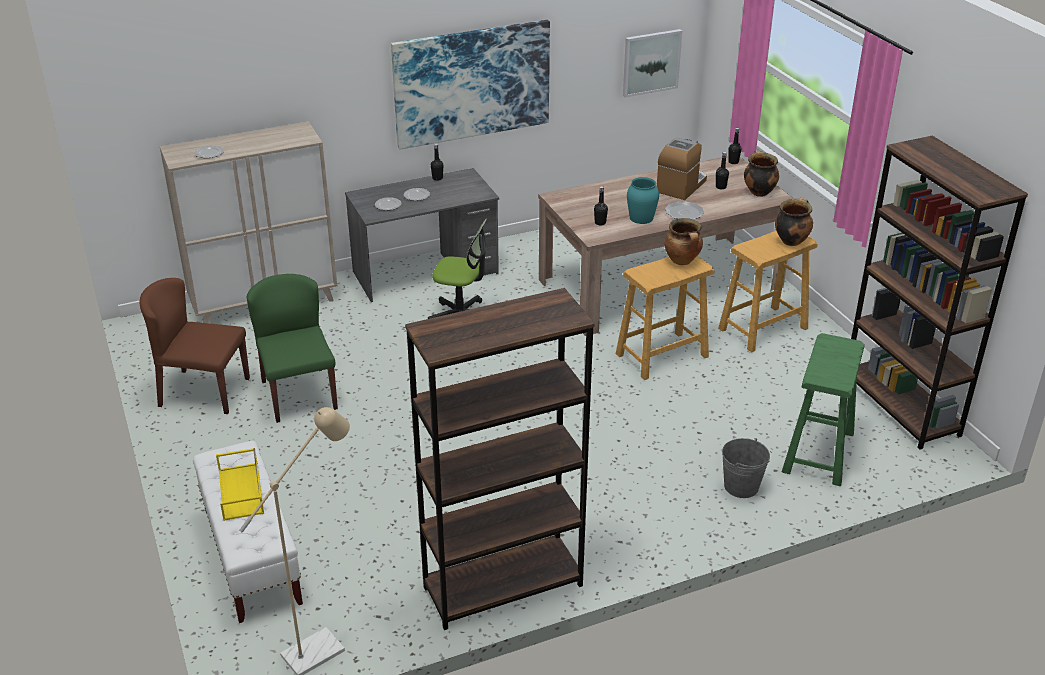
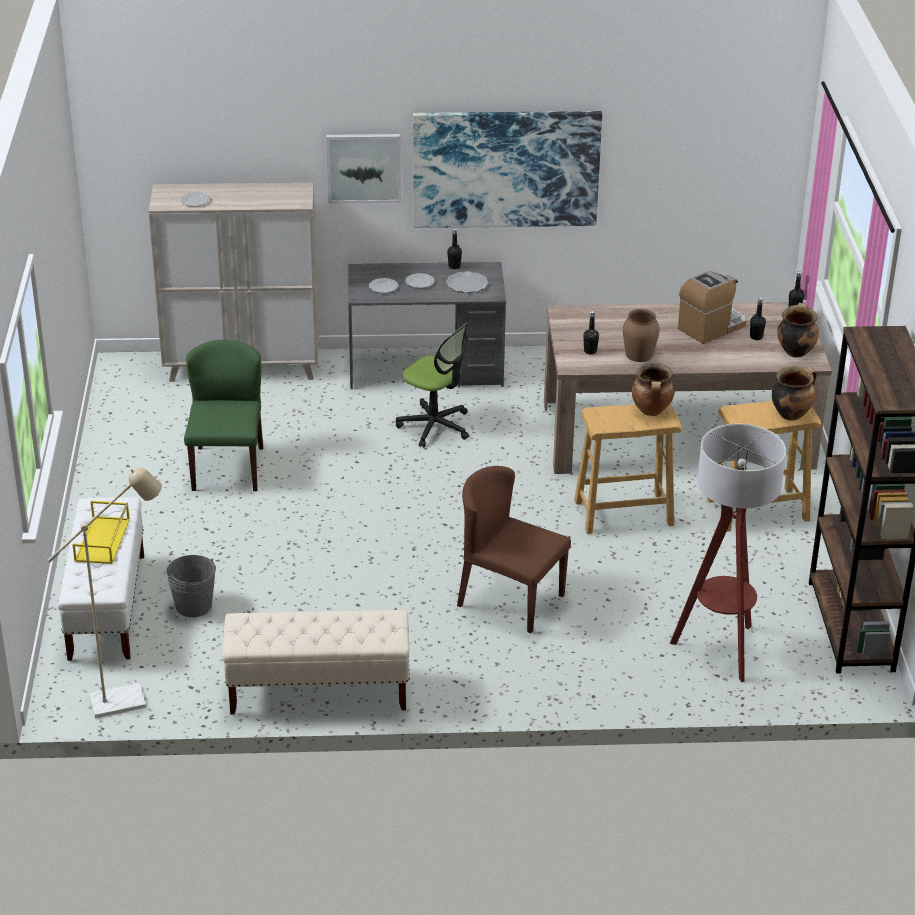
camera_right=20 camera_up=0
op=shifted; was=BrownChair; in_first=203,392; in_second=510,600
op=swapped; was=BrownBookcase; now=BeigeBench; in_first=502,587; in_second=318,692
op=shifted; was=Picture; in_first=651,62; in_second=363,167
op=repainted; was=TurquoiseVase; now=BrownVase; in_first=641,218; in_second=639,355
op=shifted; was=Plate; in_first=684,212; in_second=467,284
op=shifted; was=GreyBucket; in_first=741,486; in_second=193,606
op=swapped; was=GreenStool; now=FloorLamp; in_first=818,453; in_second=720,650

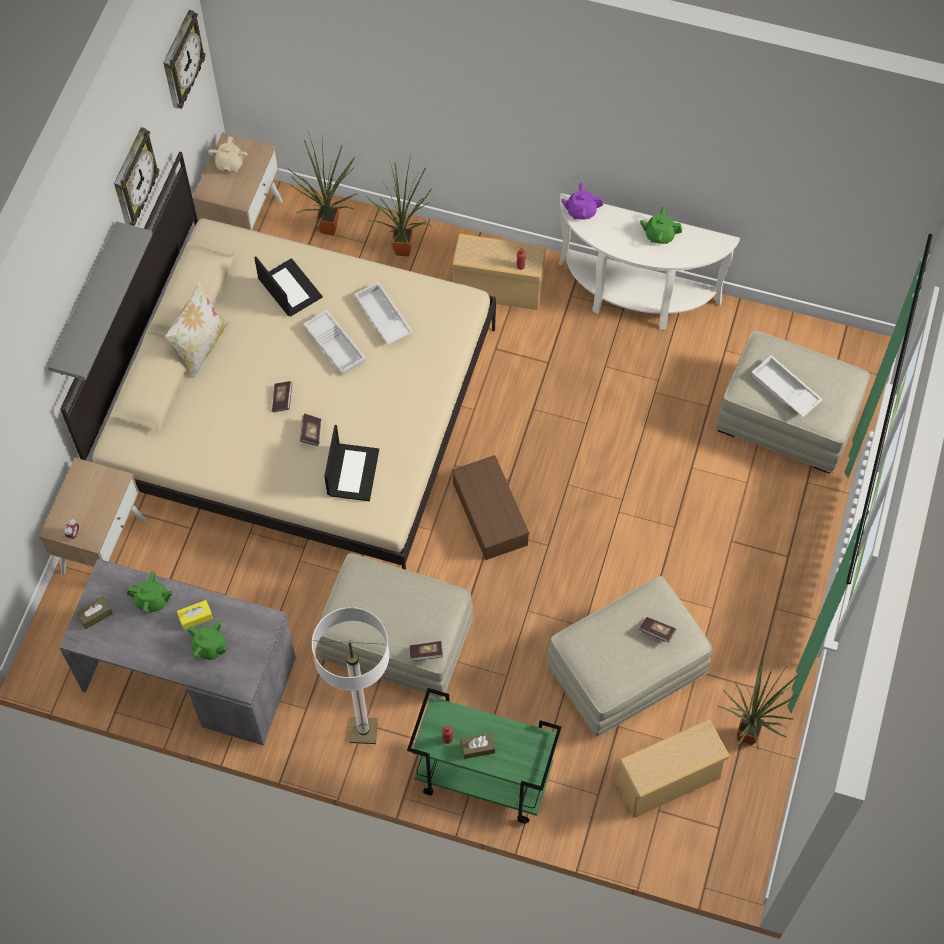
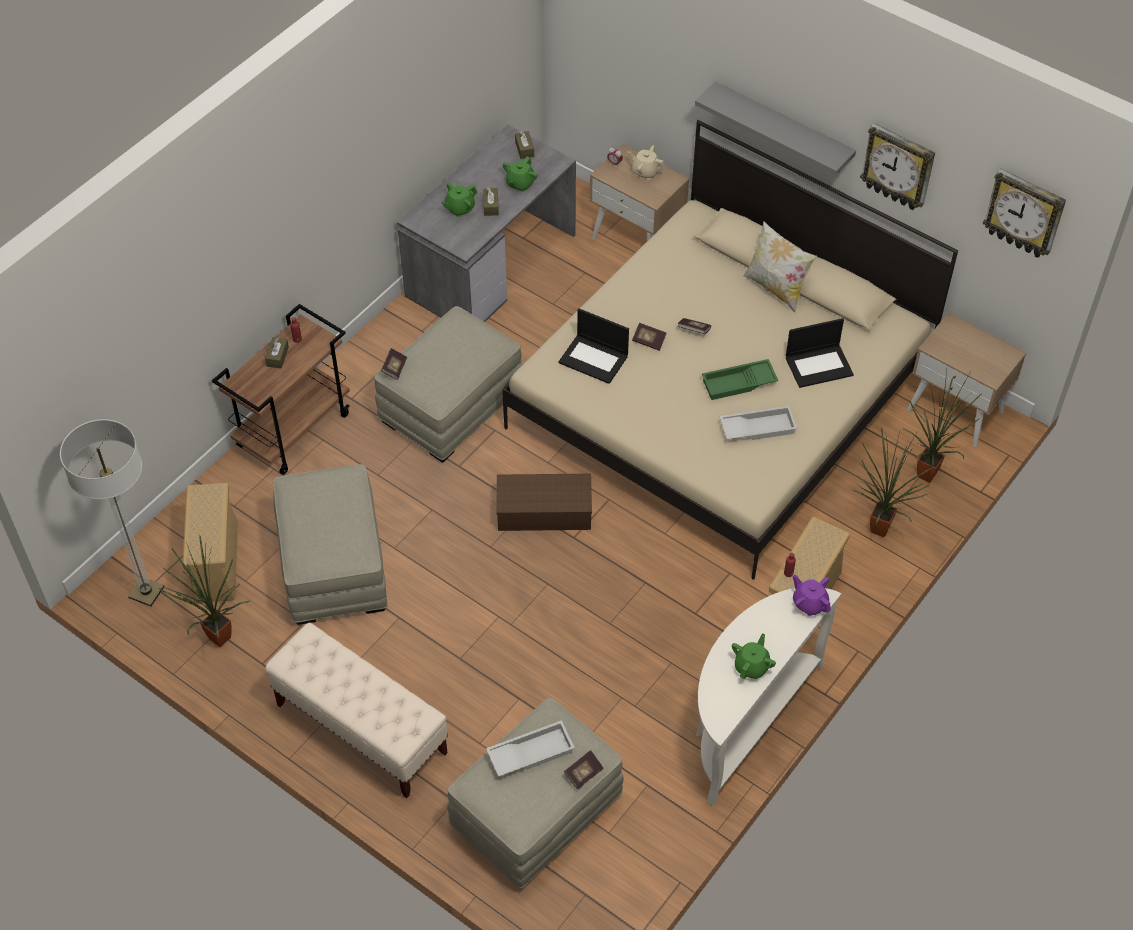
camera_right=110 camera_up=-10
op=repainted; was=YellowTissueBox; now=BrownTissueBox; in_first=195,617; in_second=491,206
op=shifted; was=BeigeTeapot; in_first=229,164; in_second=645,171
op=repainted; was=WhiteTray; now=GreenTray; in_first=336,345; in_second=738,384
op=shifted; was=FloorLamp; in_first=363,731; in_second=146,592
op=repainted; was=GreenCart; now=BrownCart; in_first=482,779; in_second=294,429
op=rotated; was=PurpleTeapot; in_first=581,211; in_second=809,603; clockwise=-60
op=shifted; was=Book; in_first=656,632; in_second=583,773
op=new; now=BeigeBench; in_second=361,729

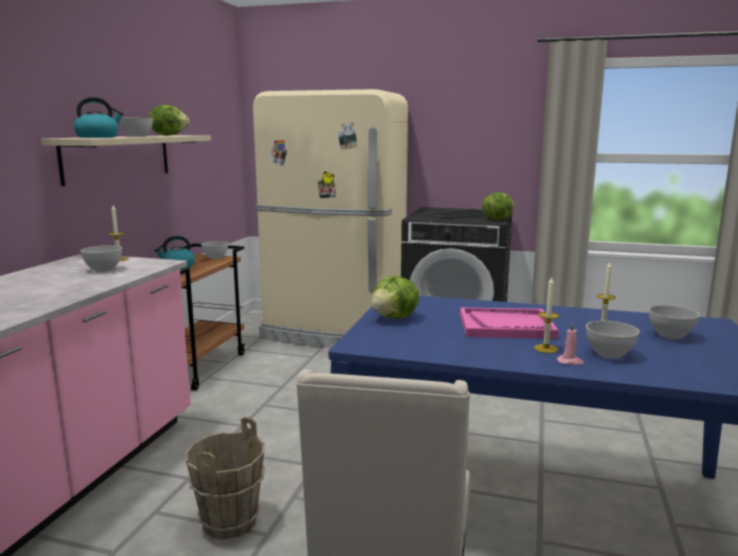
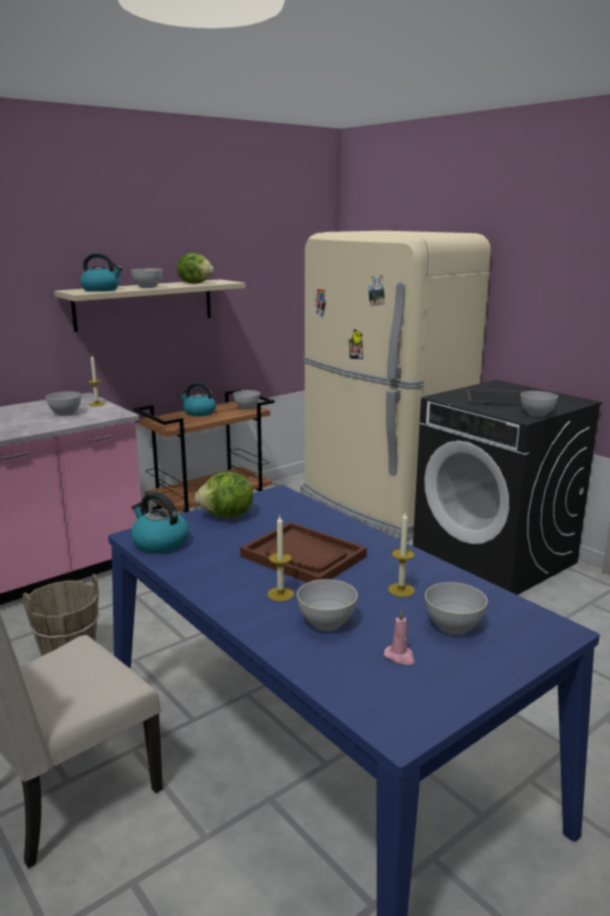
camera_right=35 camera_up=5
op=repainted; was=PinkTray; now=BrownTray; in_first=506,326; in_second=303,556
op=swapped; was=Lettuce; now=GreyBowl; in_first=496,219; in_second=537,414
op=shifted; was=PinkCandle; in_first=570,362; in_second=400,657
op=new; now=Kettle; in_second=159,543

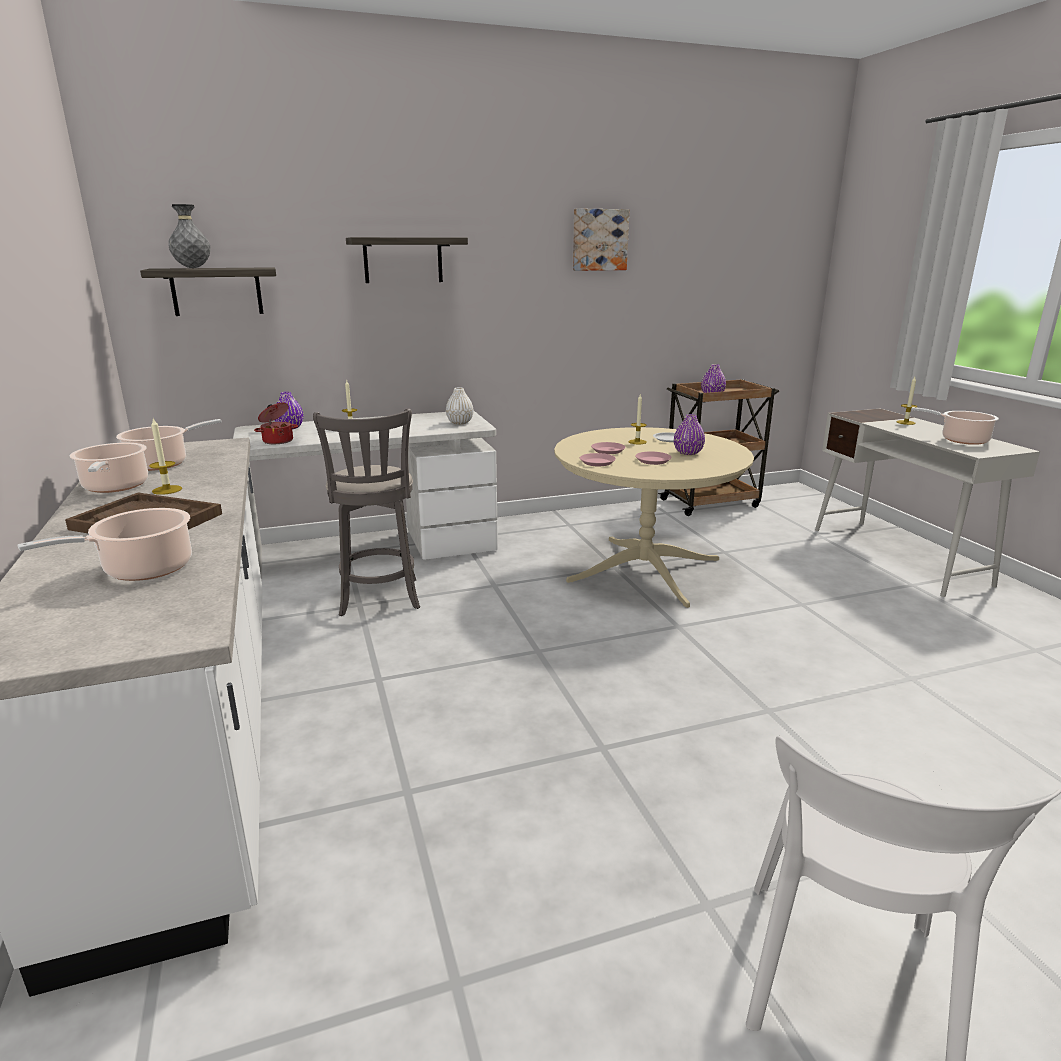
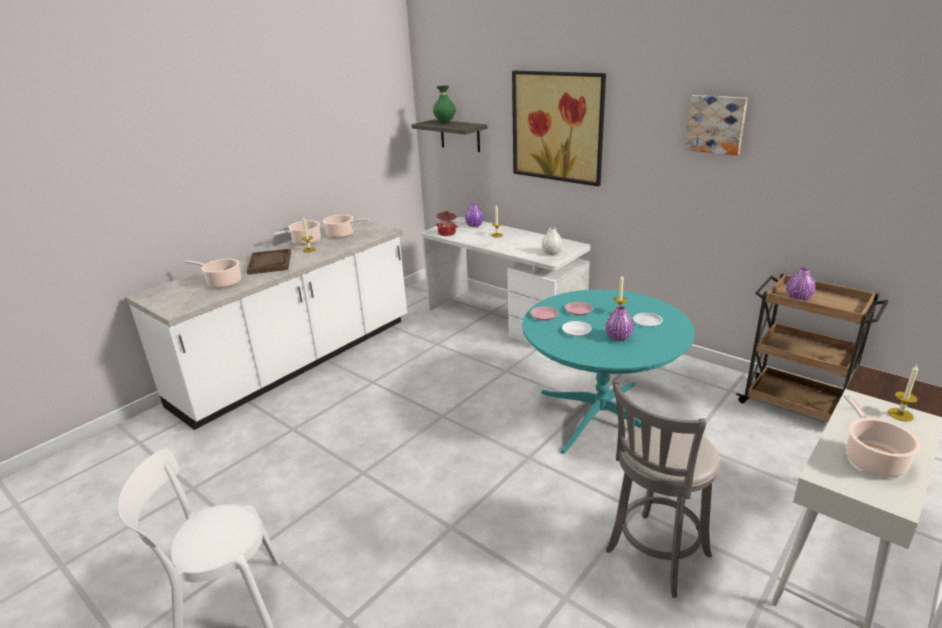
camera_right=60 camera_up=5
op=repainted; was=GreyVase; now=GreenVase; in_first=192,268; in_second=444,122
op=shifted; was=GreyStool; in_first=379,599; in_second=654,556
op=swapped; was=Shelf; now=Picture; in_first=403,260; in_second=557,127
op=repainted; was=BeigeDiningTable; now=TurquoiseDiningTable; in_first=644,570; in_second=600,416
op=repainted; was=PinkPlate; now=WhitePlate; in_first=653,460; in_second=576,331

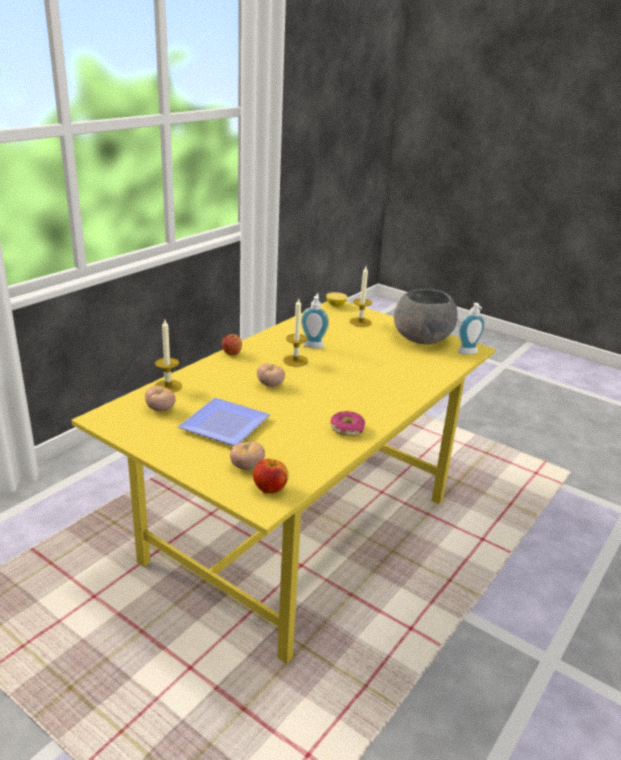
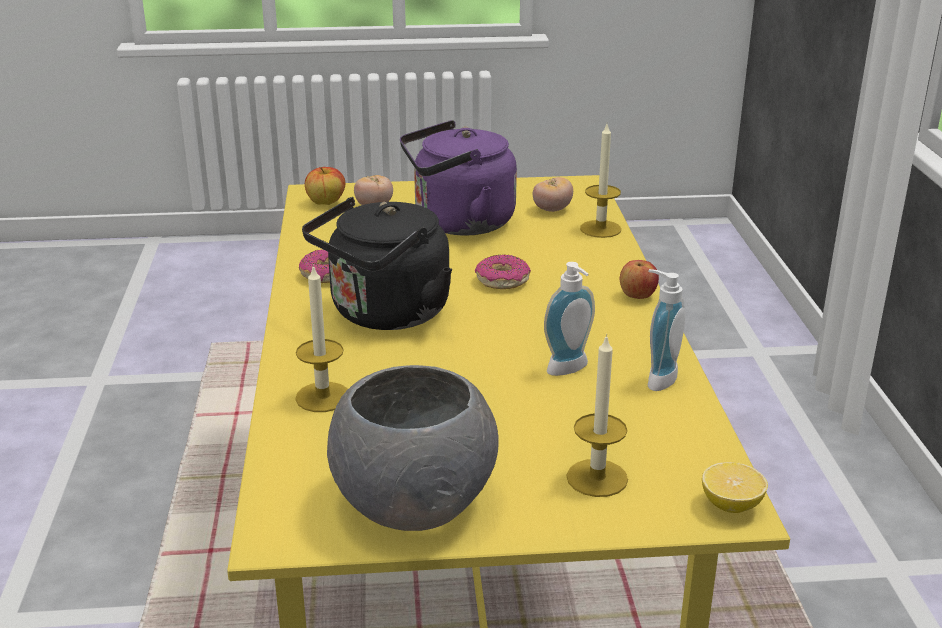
camera_right=140 camera_up=0
op=swapped; was=Plate; now=PurpleKettle; in_first=225,426; in_second=458,223
op=swapped; was=Tomato; now=Donut; in_first=270,385; in_second=502,281
op=shifted; was=Candle; in_first=295,360; in_second=323,397
op=shifted; was=SoapDispenser; in_first=468,353; in_second=657,378
op=new; now=BlackKettle; in_second=385,314

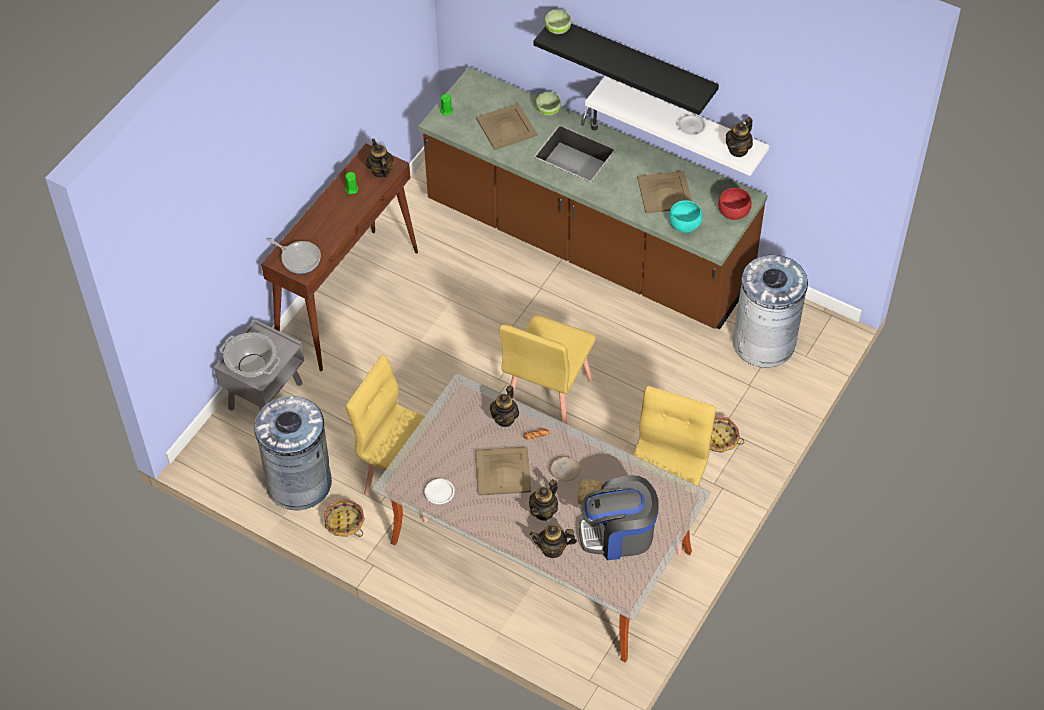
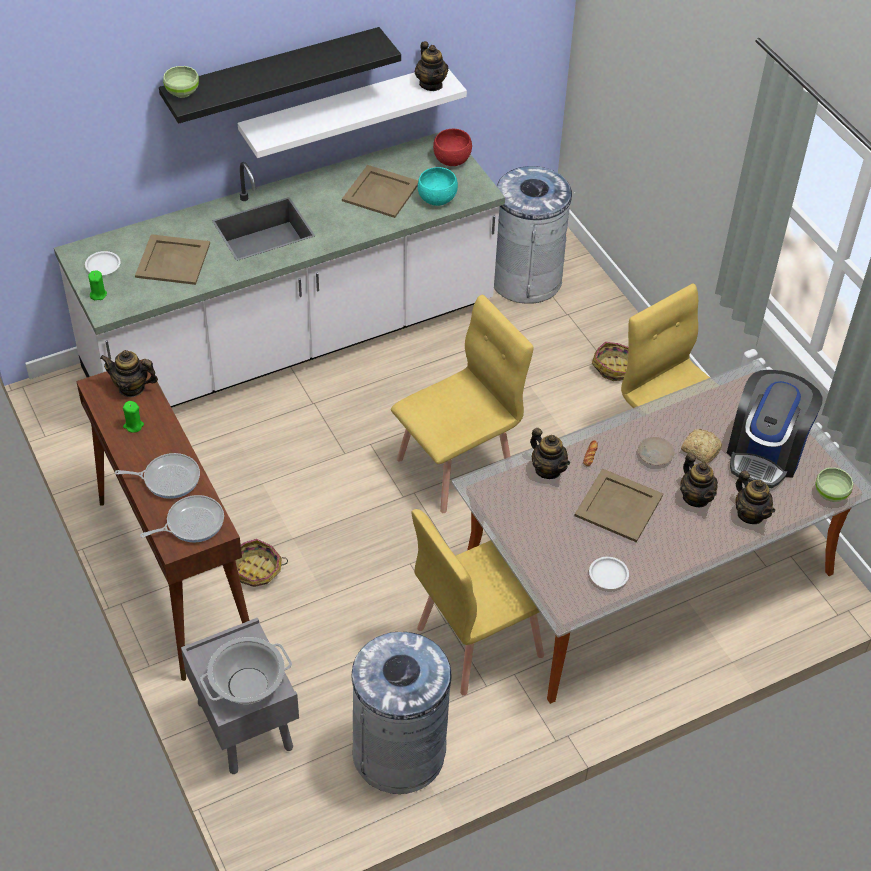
camera_right=-60 camera_up=-5
op=shifted; was=Basket; in_first=345,523; in_second=257,570
op=repainted; was=BrownCounter; now=WhiteCounter; in_first=587,244; in_second=291,339
op=rotated; was=YellowChair; in_first=547,395; in_second=456,467; clockwise=-90
op=rotated; was=Teapot; in_first=552,549; in_second=750,514; clockwise=-60
op=shifted; was=GreenBowl; in_first=547,111; in_second=830,494
op=shifted; was=WhitePlate; in_first=691,127; in_second=103,265
op=new; now=FryingPan; in_second=168,478

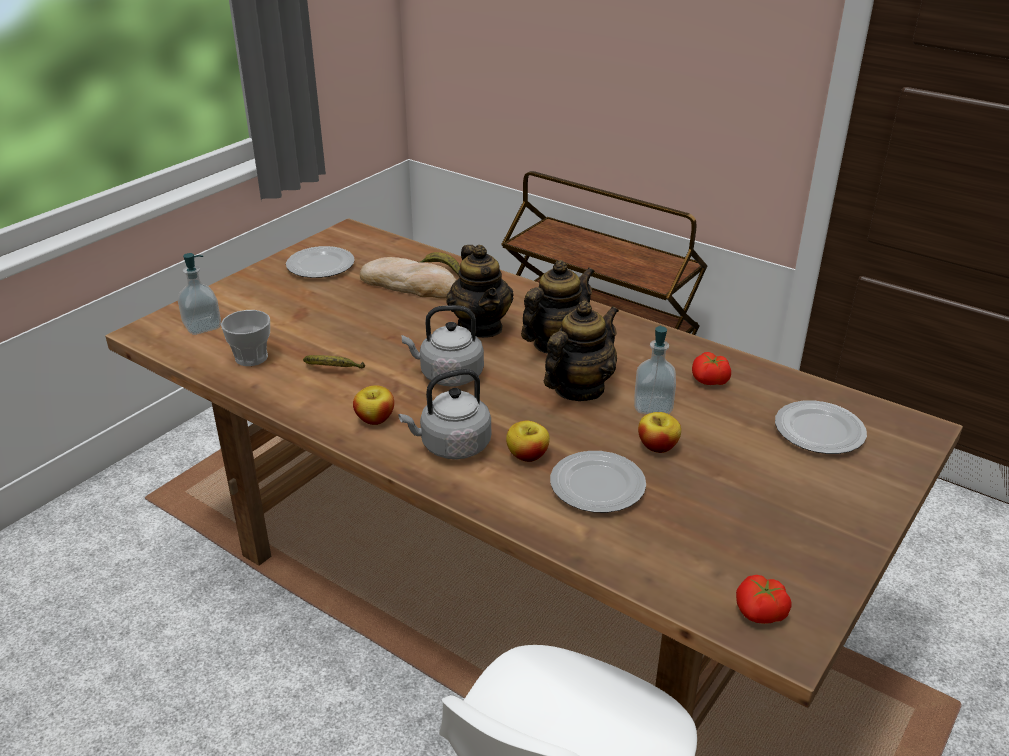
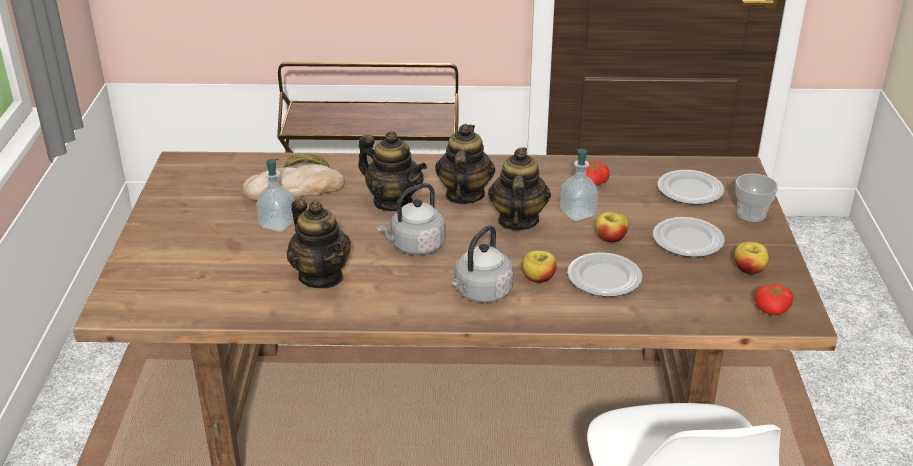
camera_right=-35 camera_up=0
op=shifted; was=SoapDispenser; in_first=202,326; in_second=277,224
op=shifted; was=Cup; in_first=251,357; in_second=751,214
op=shifted; was=Plate; in_first=320,266; in_second=687,241
op=swapped; was=Banana; now=Teapot; in_first=333,369; in_second=321,276
op=shifted; was=Apple; in_first=375,419; in_second=749,269

